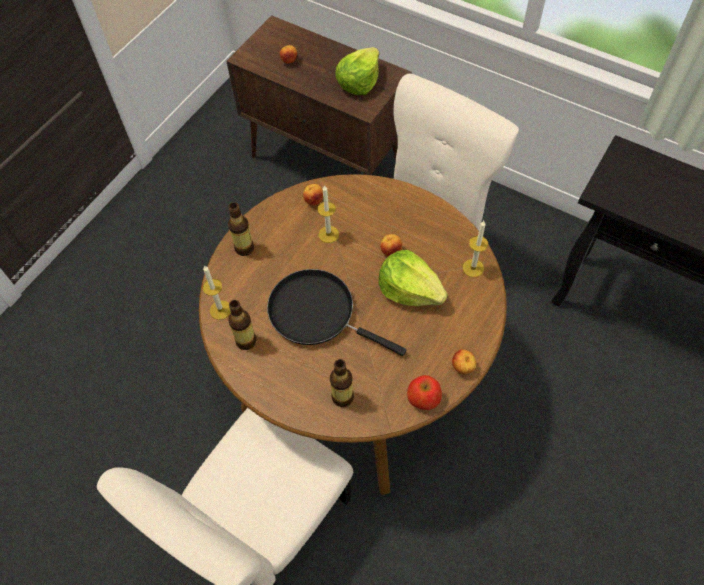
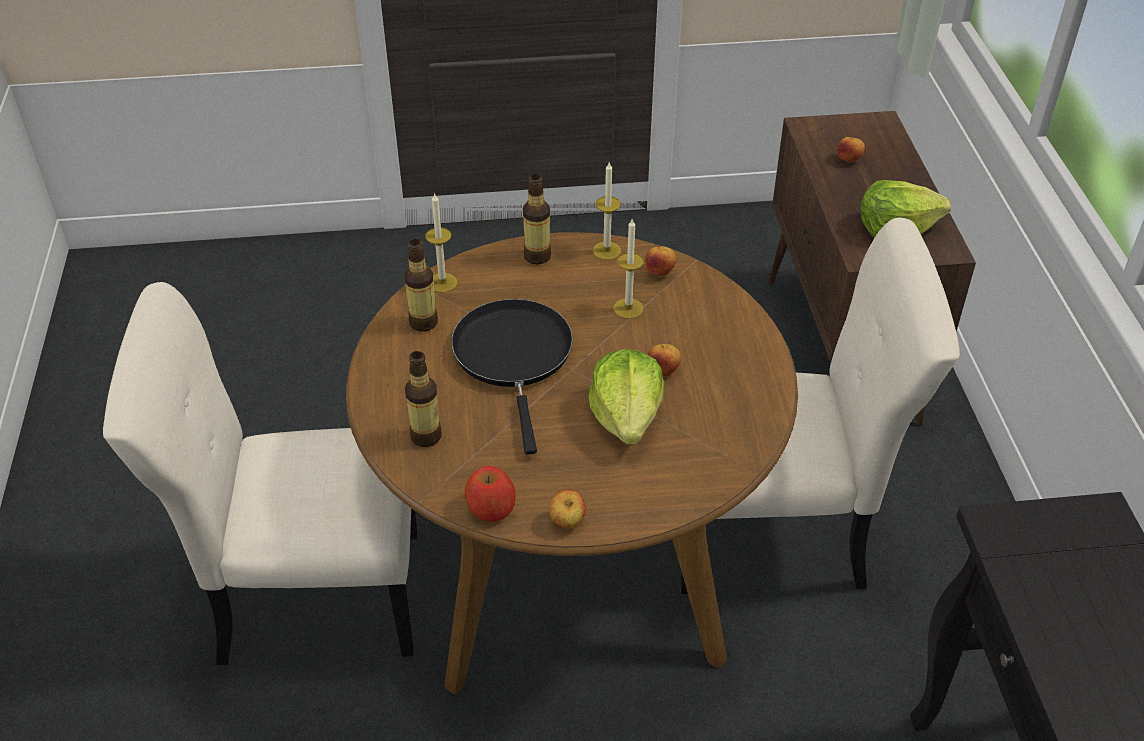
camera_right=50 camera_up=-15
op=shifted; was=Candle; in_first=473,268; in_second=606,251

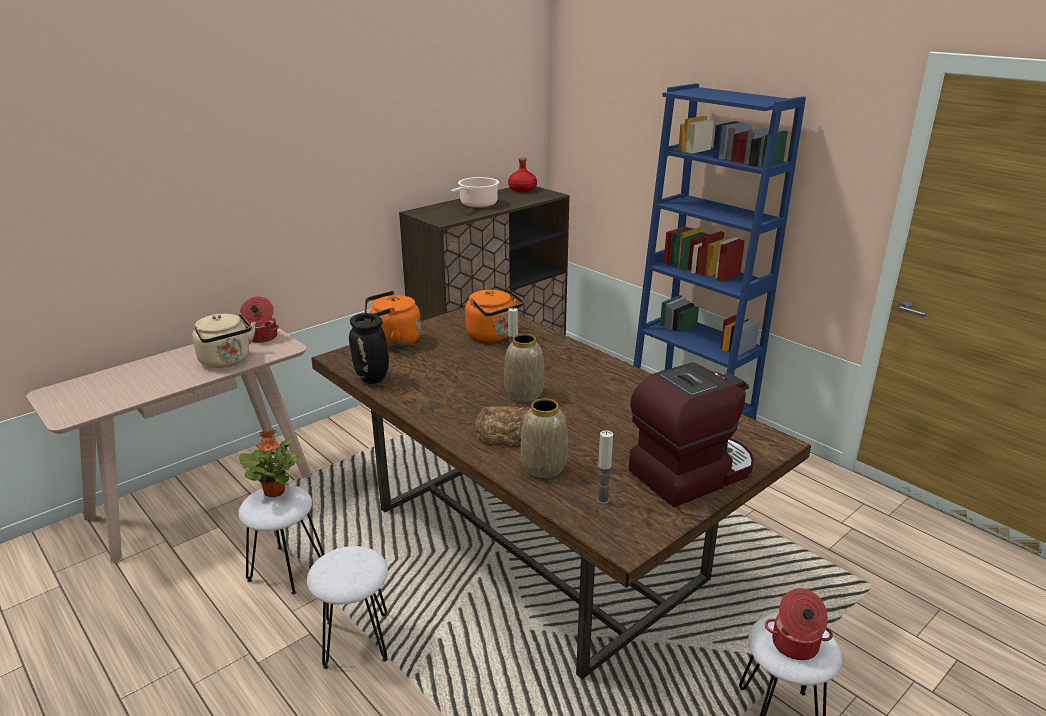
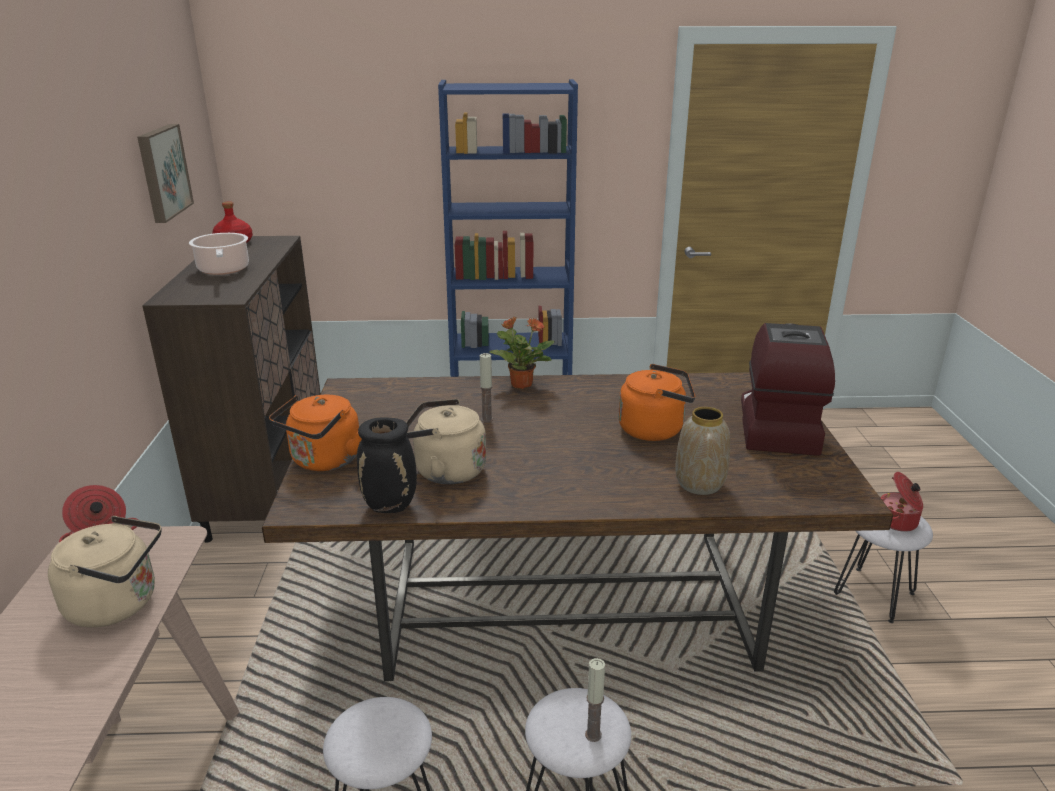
camera_right=-50 camera_up=0
op=shifted; was=PottedPlant; in_first=275,491; in_second=521,384
op=shifted; was=OrangeKettle; in_first=493,335; in_second=655,429
op=gone; was=Bread; in_first=506,432
op=gone; was=Vase; in_first=524,395
op=shifted; was=Candle; in_first=603,500; in_second=593,735
op=new; now=Picture; in_second=162,172
op=new; now=BeigeKettle; in_second=445,471

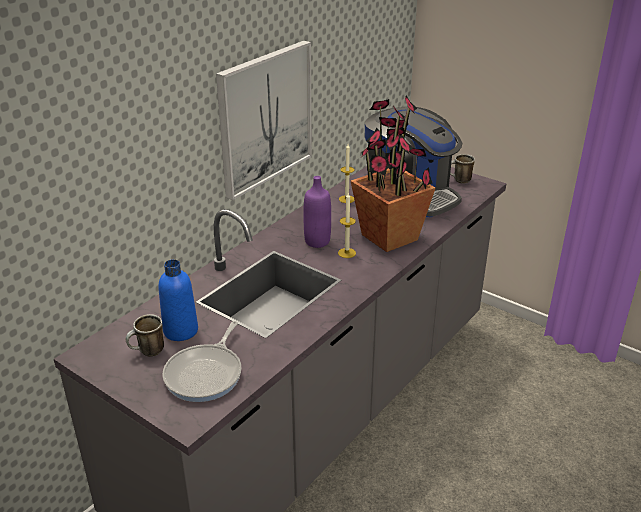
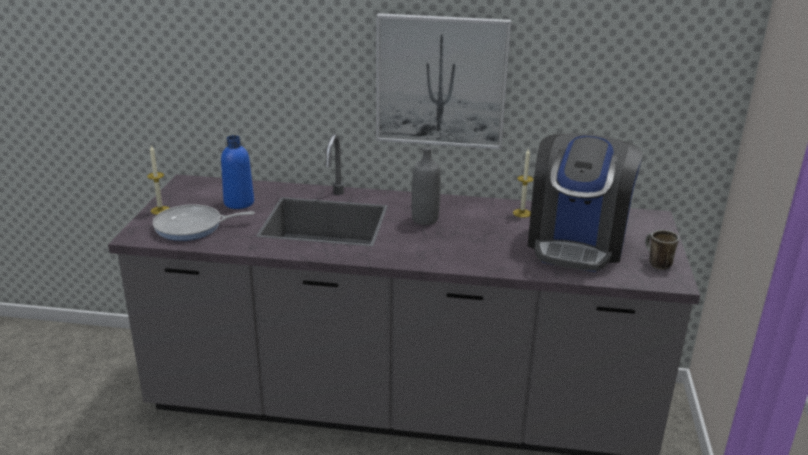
camera_right=60 camera_up=-5
op=gone; was=Mug; in_first=148,352
op=repainted; was=PurpleBottle; now=GreyBottle; in_first=317,241; in_second=425,219
op=shifted; was=Candle; in_first=346,253; in_second=160,210
op=gone; was=PottedPlant; in_first=389,237

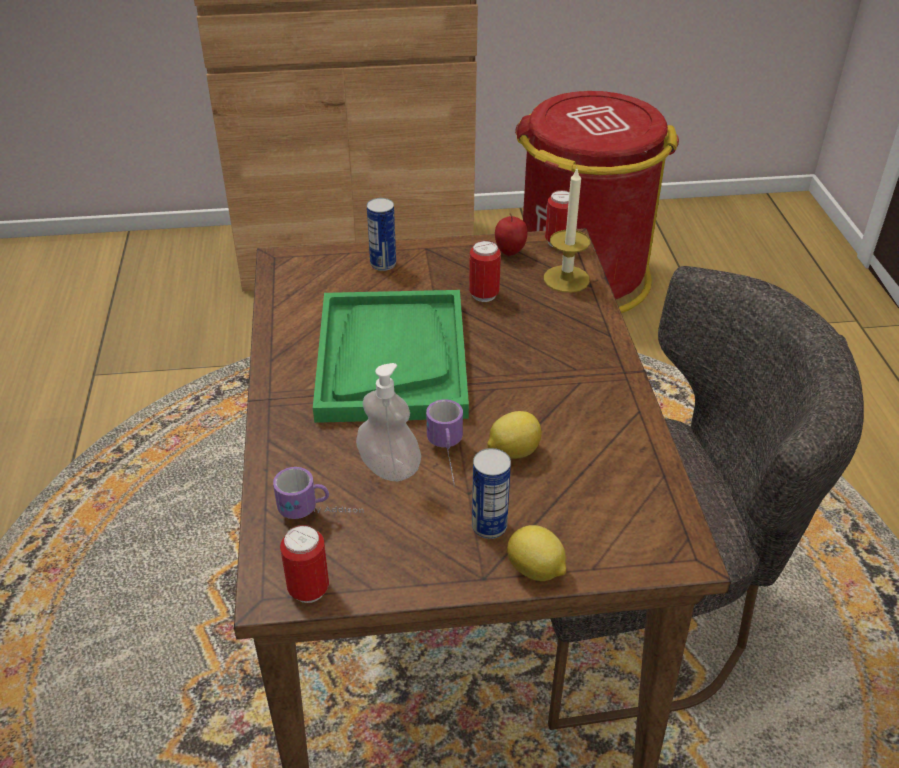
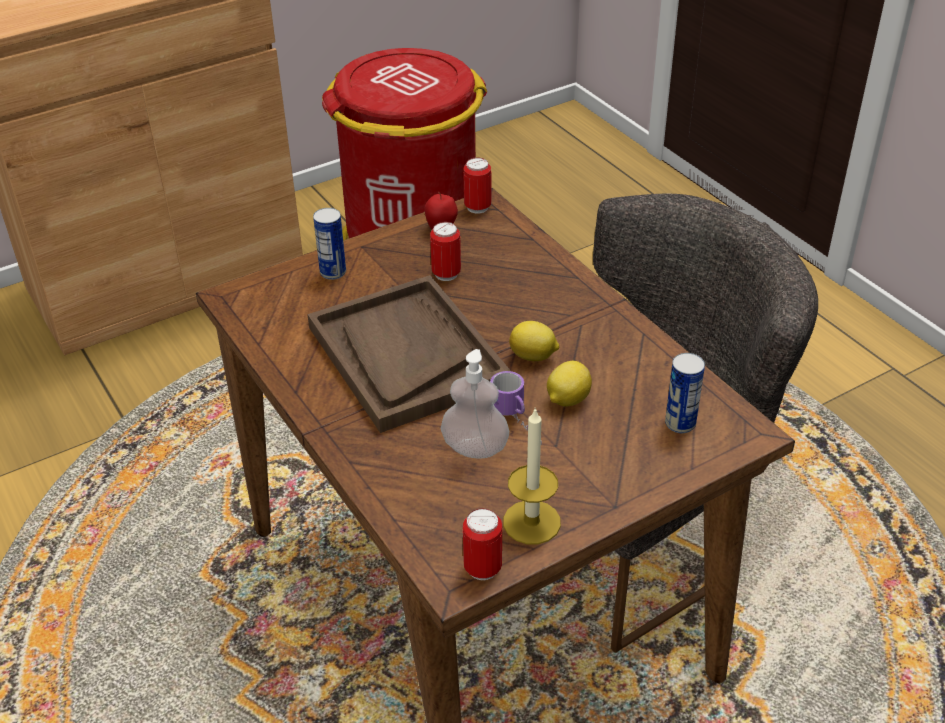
camera_right=-25 camera_up=0
op=gone; was=Mug; in_first=321,514
op=repainted; was=GreenTray; now=BrownTray; in_first=391,358; in_second=406,355
op=shifted; was=Can; in_first=489,526; in_second=680,423
op=shifted; was=Lemon; in_first=536,571; in_second=533,357
op=shifted; was=Candle; in_first=566,279; in_second=531,522

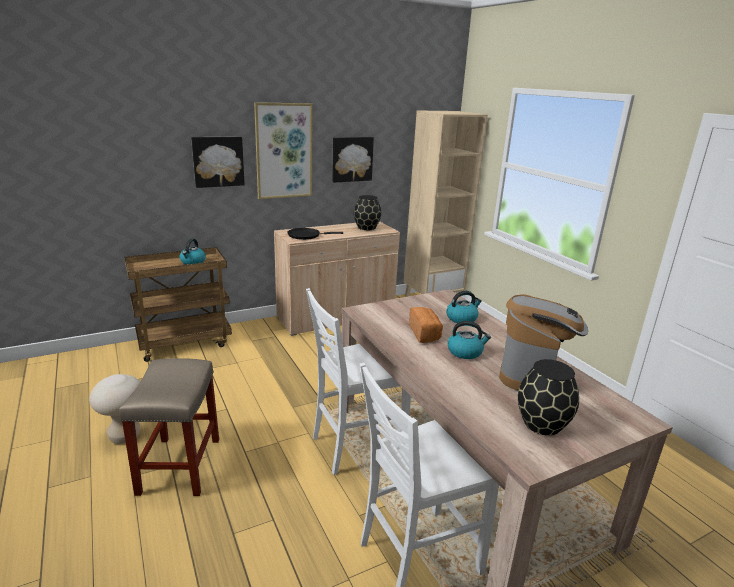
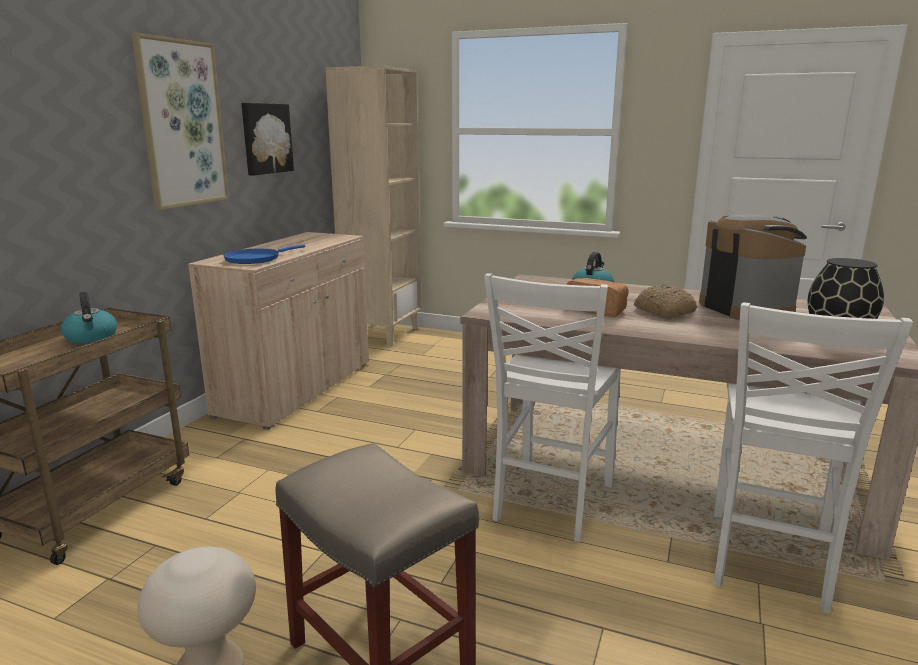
camera_right=-40 camera_up=-5
op=gone; was=Picture; in_first=218,161
op=repainted; was=BlackFryingPan; now=BlueFryingPan; in_first=306,235; in_second=255,259
op=gone; was=BlackVase; in_first=366,228
op=swapped; was=Kettle; now=Bread; in_first=465,352; in_second=663,311

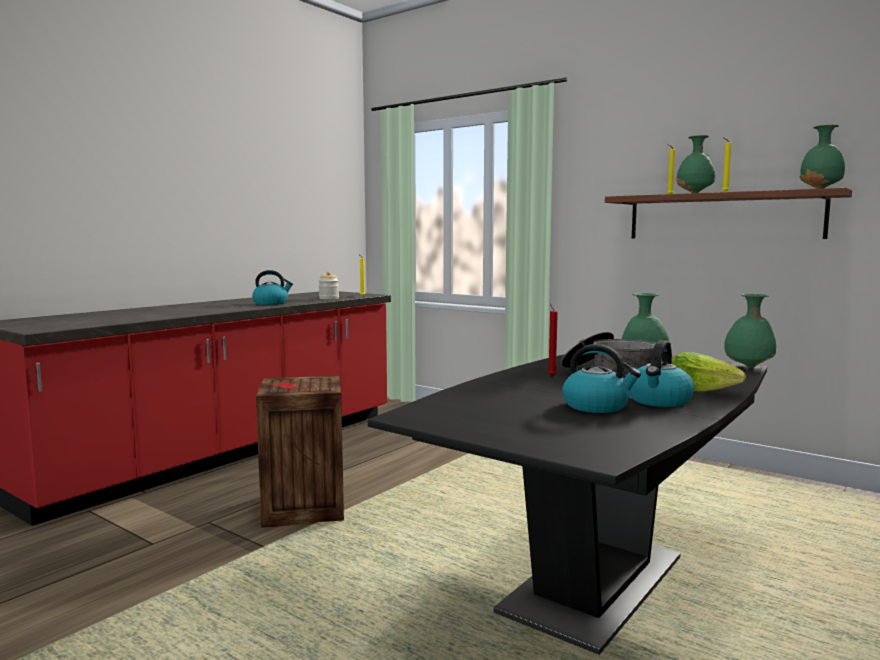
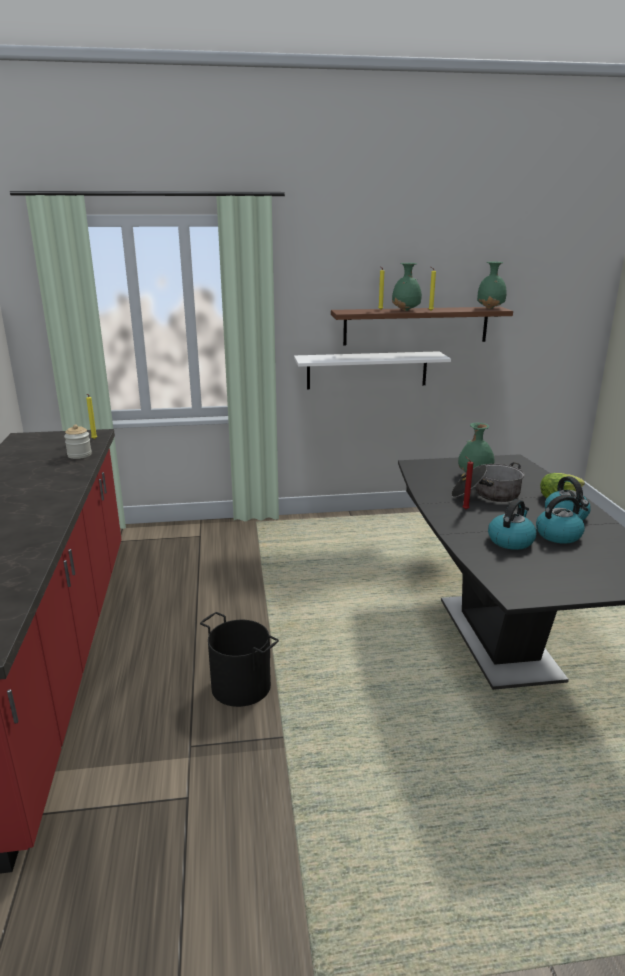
camera_right=-45 camera_up=15
op=shifted; was=Kettle; in_first=271,303; in_second=510,540
op=swapped; was=Crate; now=BlackBucket; in_first=302,509; in_second=240,686
op=gone; was=GreenVase; in_first=748,367
op=new; now=WhiteShelf; in_second=367,370

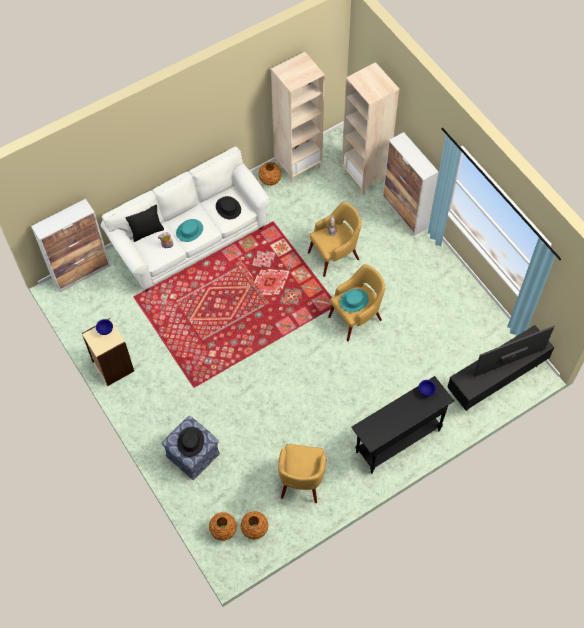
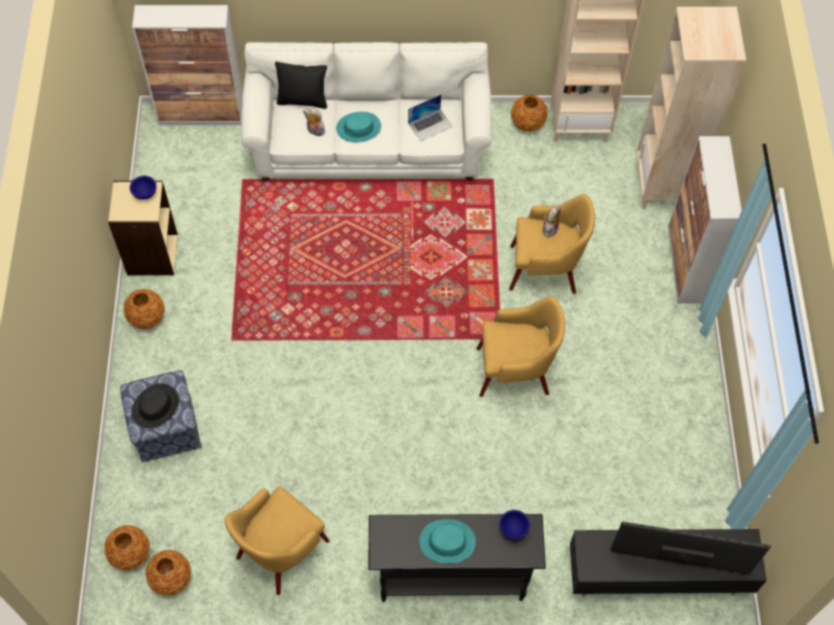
camera_right=30 camera_up=0
op=swapped; was=BlackHat; now=Laptop; in_first=228,208; in_second=430,125
op=shifted; was=TurquoiseHat; in_first=354,301; in_second=447,541
op=new; now=Vase; in_second=147,317

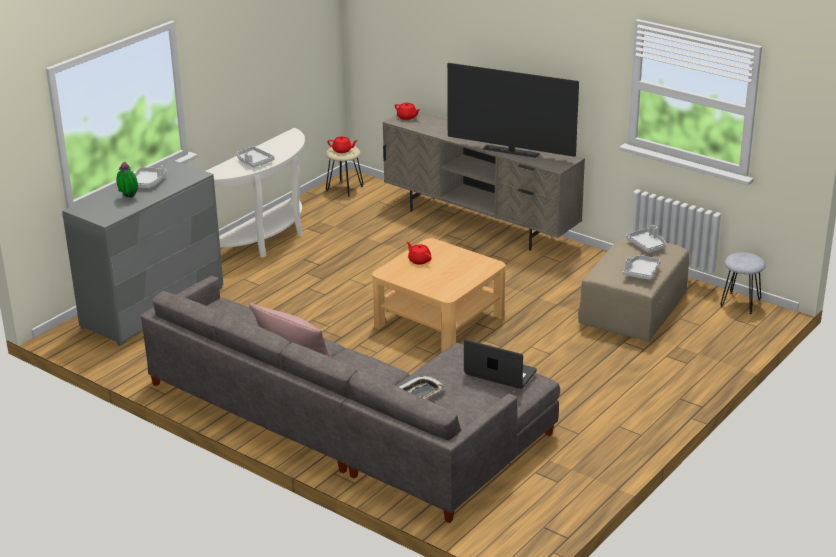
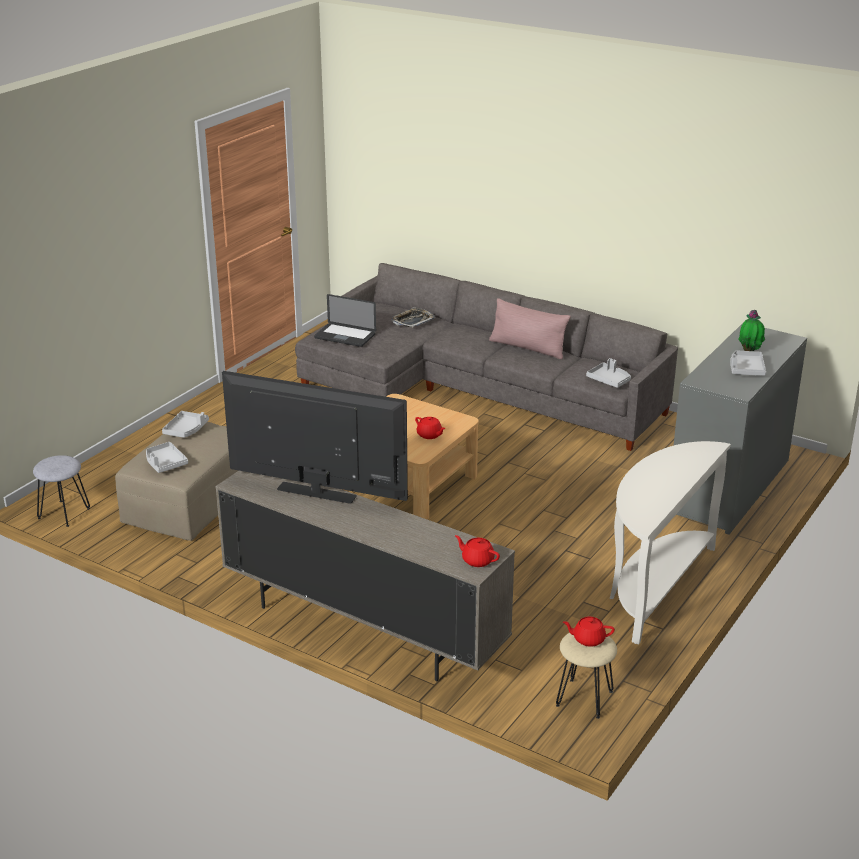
camera_right=175 camera_up=0
op=shifted; was=GreyTray; in_first=254,162; in_second=609,380

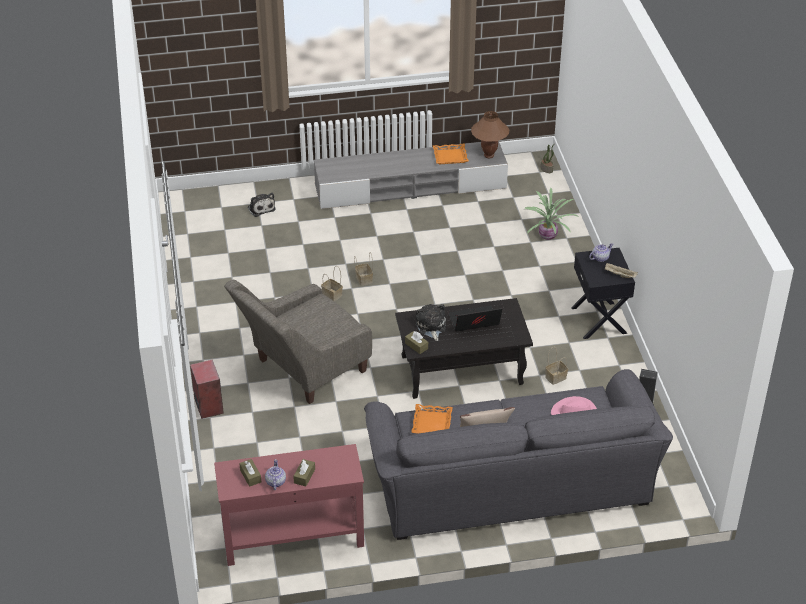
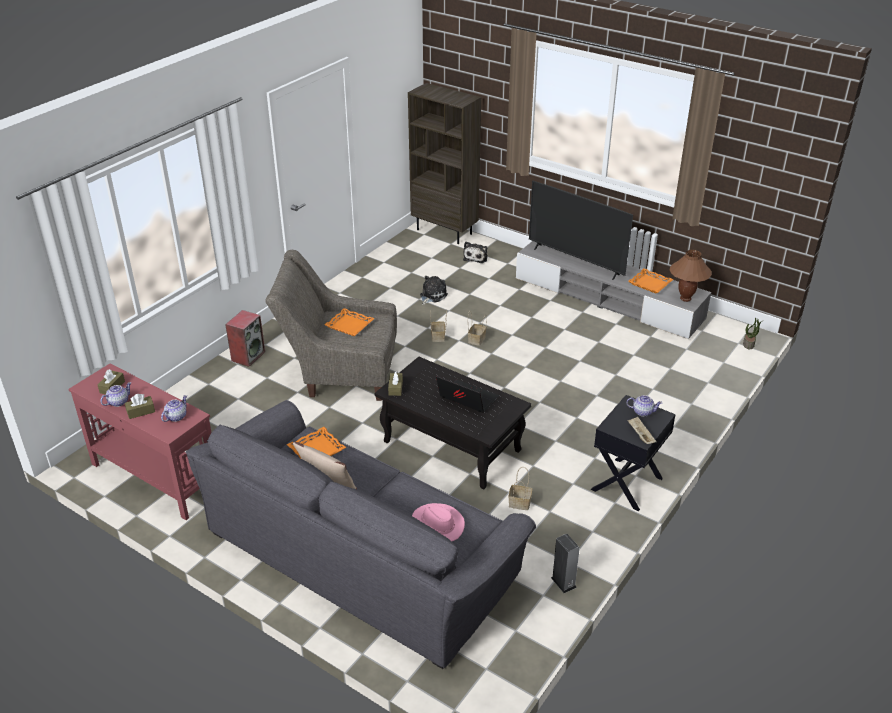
camera_right=45 camera_up=-5
op=shifted; was=PlushToy; in_first=431,327; in_second=432,296
op=gone; was=PottedPlant; in_first=546,236
op=new; now=Teapot; in_second=176,417
op=new; now=OrangeTray; in_second=350,325
op=new; now=BrownBookcase; in_second=445,231
op=new; now=Television; in_second=576,261

